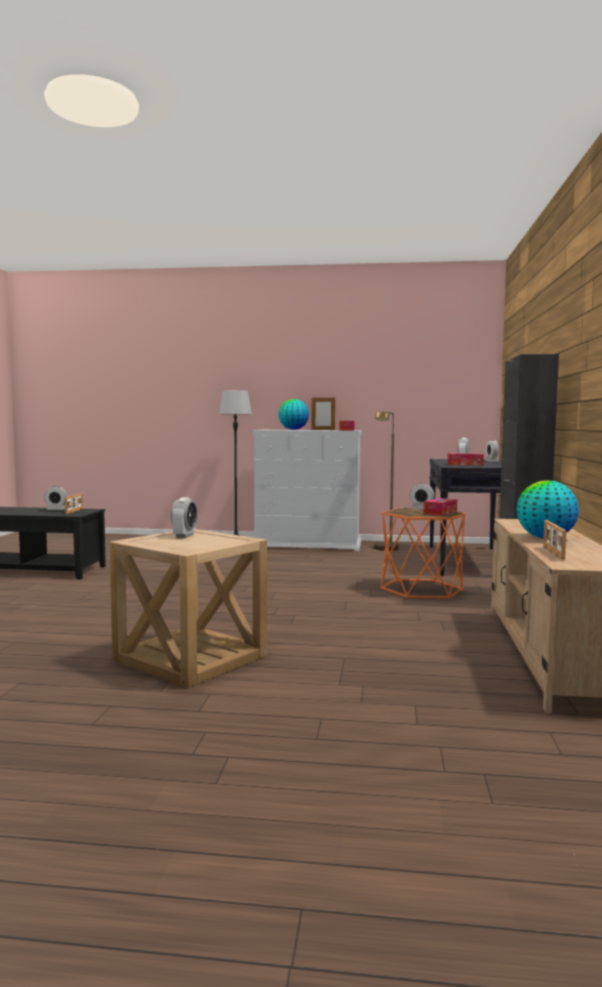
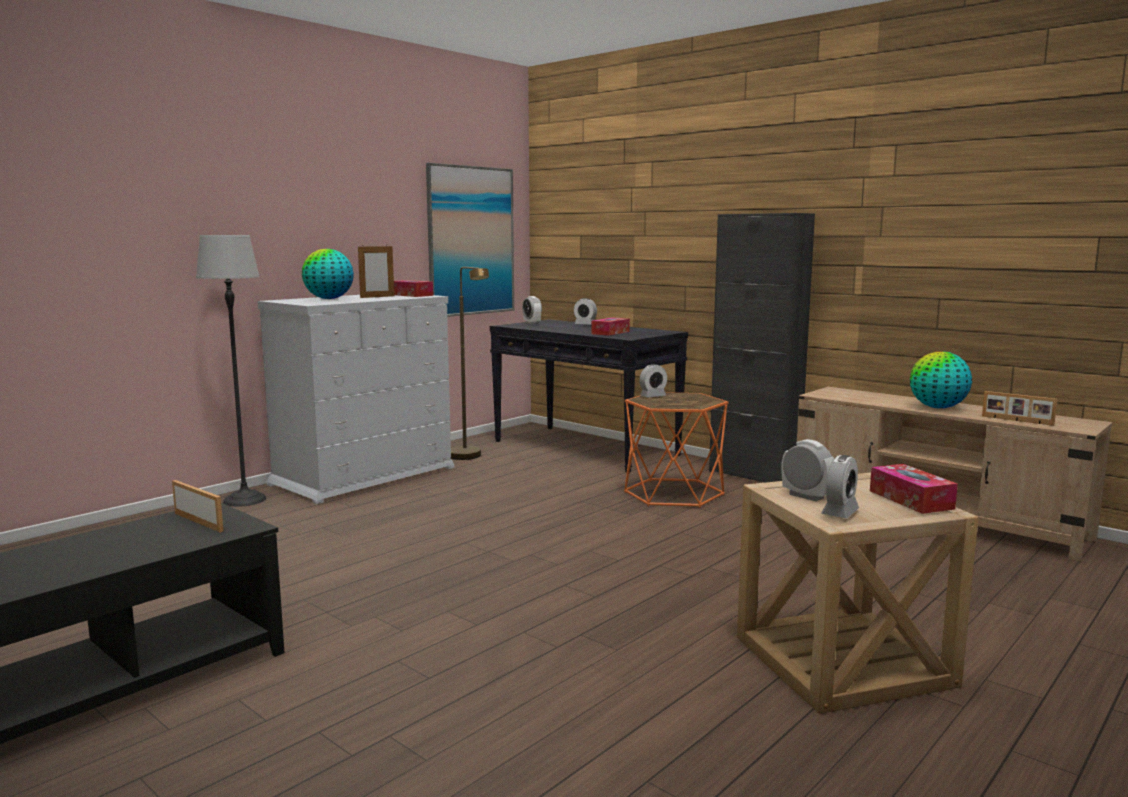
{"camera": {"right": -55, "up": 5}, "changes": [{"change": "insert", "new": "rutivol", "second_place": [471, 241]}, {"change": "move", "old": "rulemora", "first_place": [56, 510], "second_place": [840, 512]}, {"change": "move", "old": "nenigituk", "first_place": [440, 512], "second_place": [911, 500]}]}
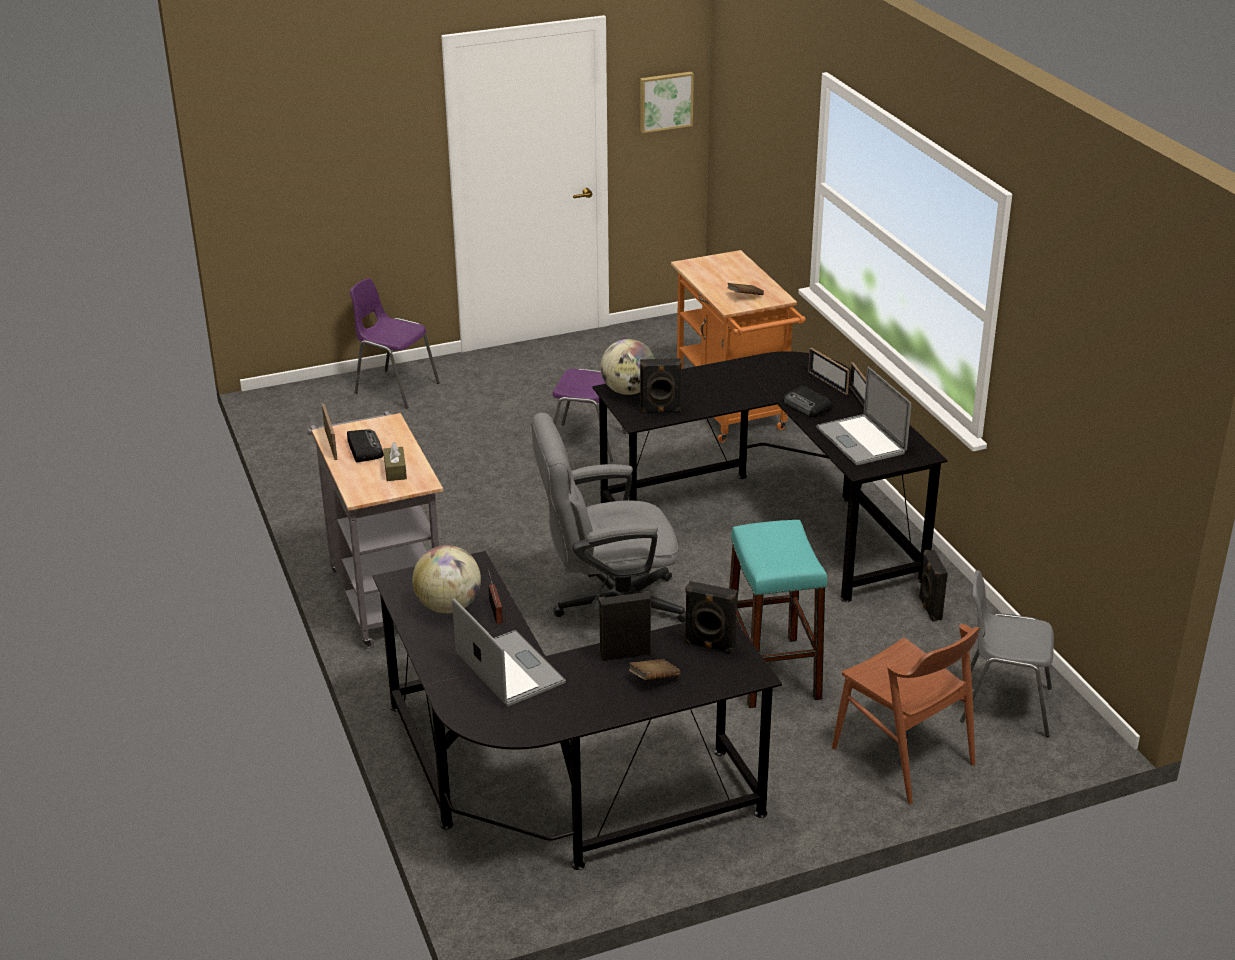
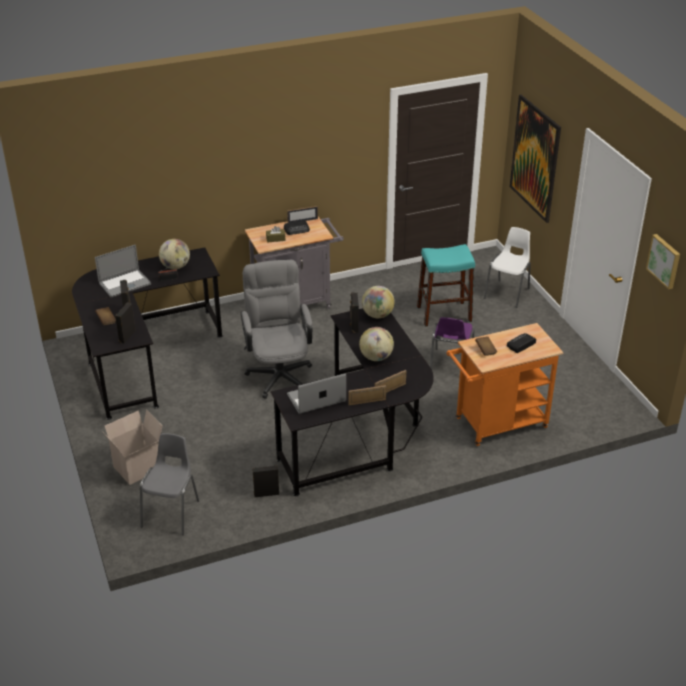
{"camera": {"right": 90, "up": 5}, "changes": [{"change": "replace", "old": "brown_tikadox", "new": "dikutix", "first_place": [903, 756], "second_place": [138, 469]}, {"change": "insert", "new": "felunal", "second_place": [376, 357]}, {"change": "move", "old": "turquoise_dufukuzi", "first_place": [772, 672], "second_place": [444, 314]}, {"change": "recolor", "old": "purple_tikadox", "new": "white_tikadox", "first_place": [395, 388], "second_place": [508, 293]}, {"change": "move", "old": "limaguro", "first_place": [807, 406], "second_place": [520, 345]}, {"change": "insert", "new": "rutivol", "second_place": [535, 158]}]}
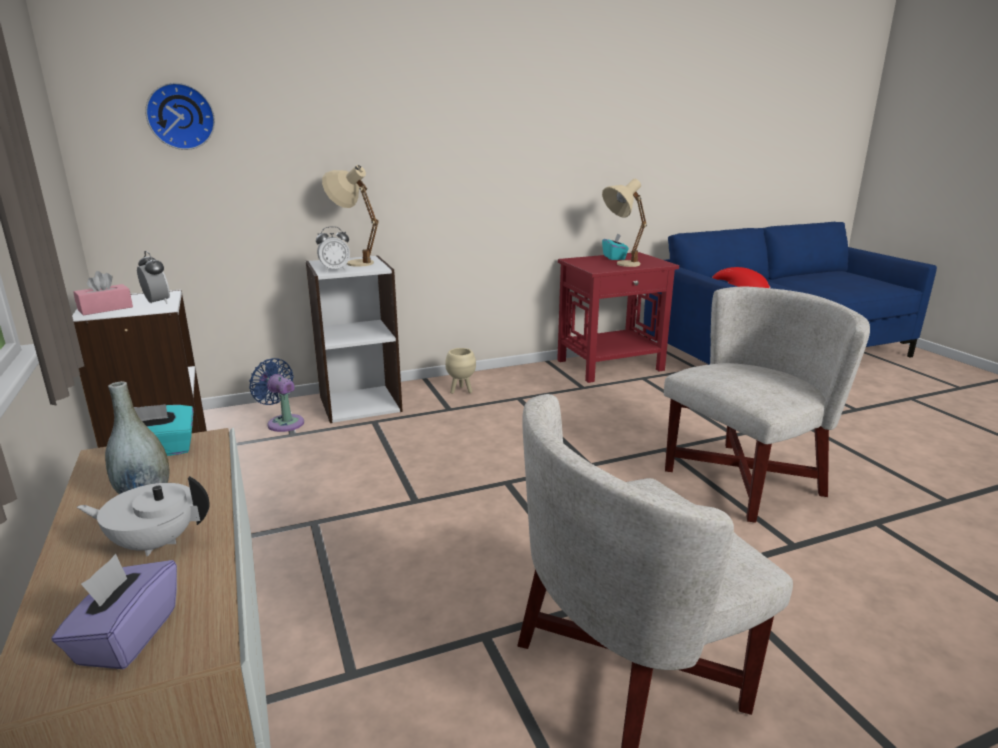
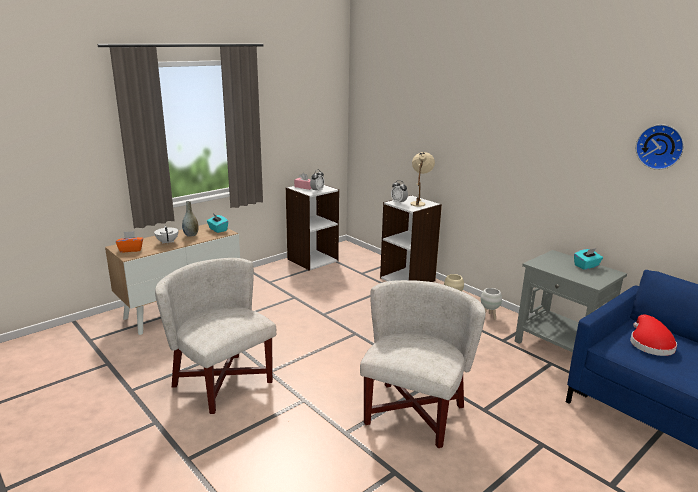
{"camera": {"right": 70, "up": 0}, "changes": [{"change": "recolor", "old": "purple_nenigituk", "new": "orange_nenigituk", "first_place": [126, 637], "second_place": [131, 250]}, {"change": "rotate", "old": "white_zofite", "first_place": [743, 481], "second_place": [413, 413], "degrees": -105}, {"change": "insert", "new": "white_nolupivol", "second_place": [489, 316]}, {"change": "recolor", "old": "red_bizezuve", "new": "grey_bizezuve", "first_place": [610, 365], "second_place": [559, 347]}, {"change": "move", "old": "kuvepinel", "first_place": [181, 116], "second_place": [660, 146]}, {"change": "delete", "old": "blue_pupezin", "first_place": [283, 422]}, {"change": "delete", "old": "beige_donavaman", "first_place": [620, 265]}]}
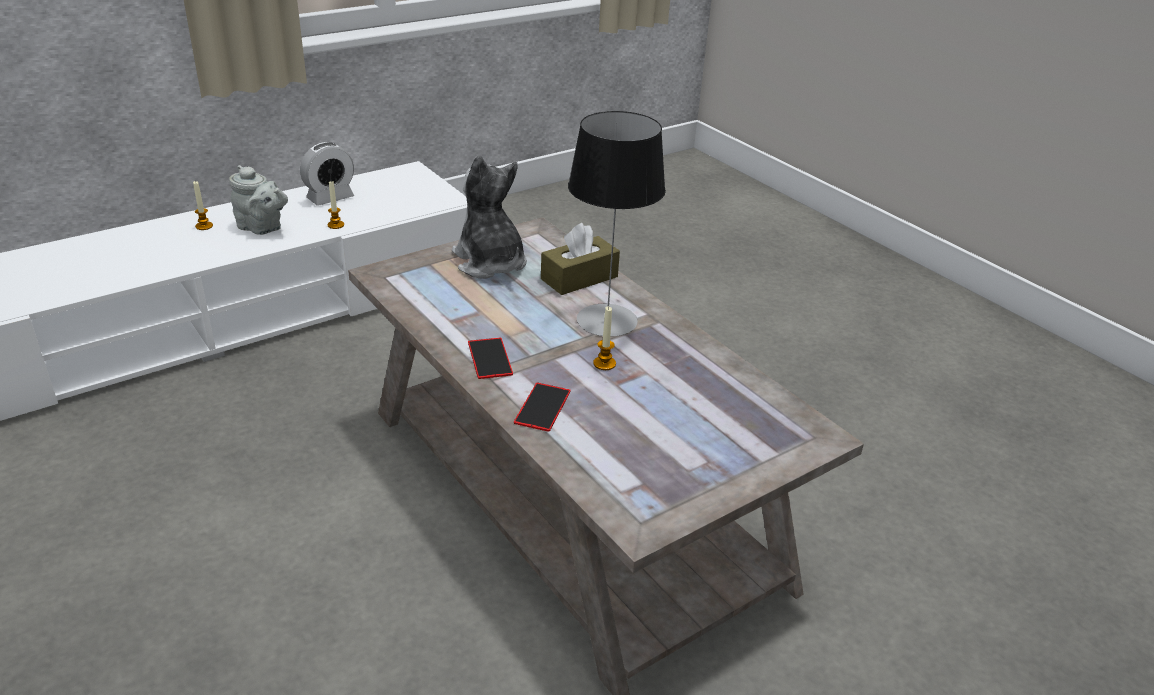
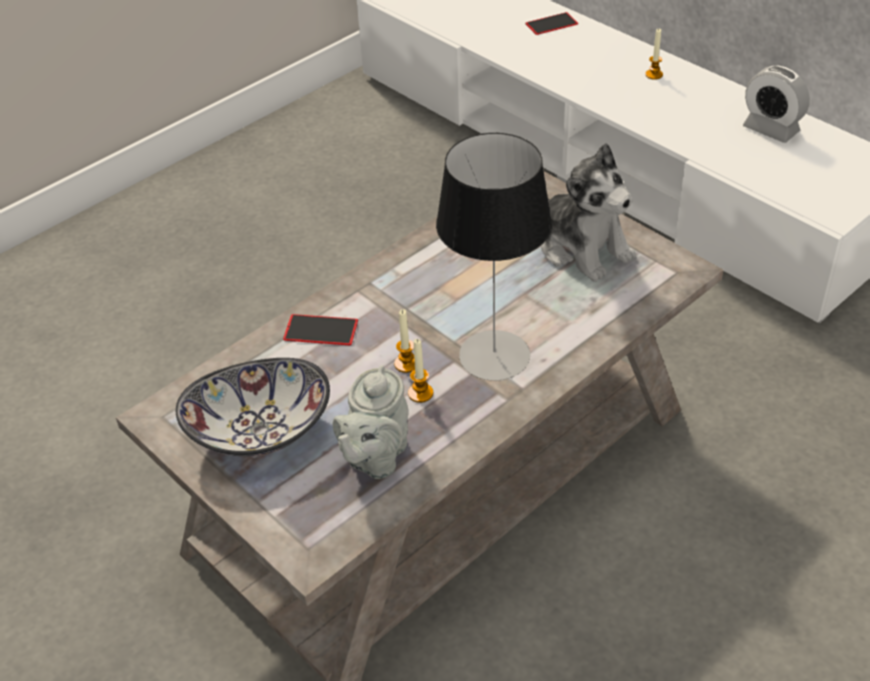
{"camera": {"right": 85, "up": 10}, "changes": [{"change": "insert", "new": "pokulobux", "second_place": [259, 430]}, {"change": "move", "old": "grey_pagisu", "first_place": [262, 228], "second_place": [375, 457]}, {"change": "move", "old": "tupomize", "first_place": [336, 225], "second_place": [420, 393]}, {"change": "move", "old": "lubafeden", "first_place": [490, 358], "second_place": [551, 24]}, {"change": "rotate", "old": "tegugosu", "first_place": [490, 263], "second_place": [583, 248], "degrees": 90}, {"change": "delete", "old": "brown_nenigituk", "first_place": [579, 278]}]}
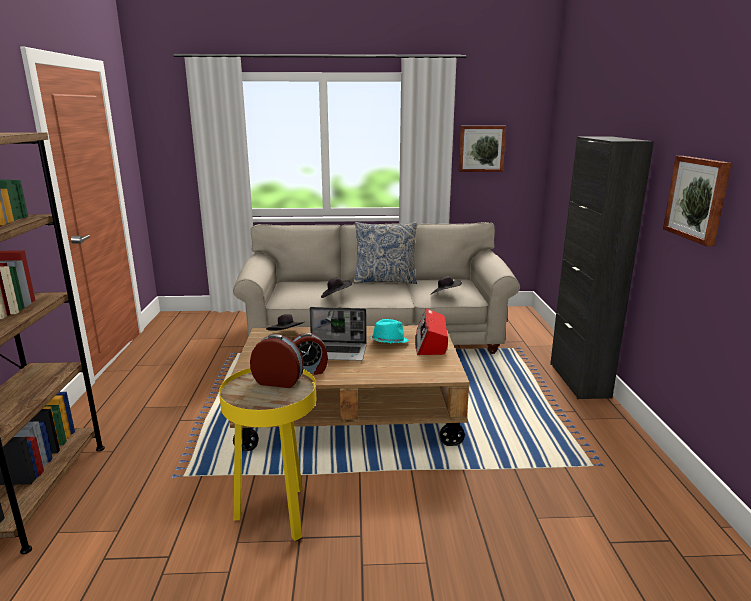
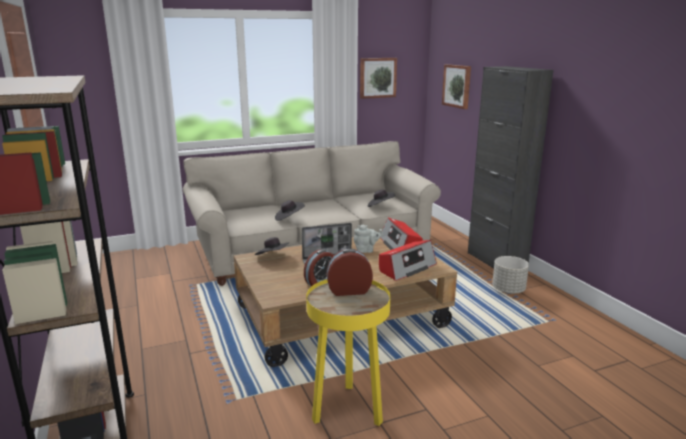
{"camera": {"right": -20, "up": 0}, "changes": [{"change": "replace", "old": "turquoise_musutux", "new": "grey_pagisu", "first_place": [388, 342], "second_place": [366, 250]}, {"change": "insert", "new": "limaguro", "second_place": [406, 268]}, {"change": "move", "old": "rutivol", "first_place": [698, 199], "second_place": [457, 86]}, {"change": "insert", "new": "grey_nolupivol", "second_place": [508, 290]}, {"change": "delete", "old": "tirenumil", "first_place": [385, 280]}]}
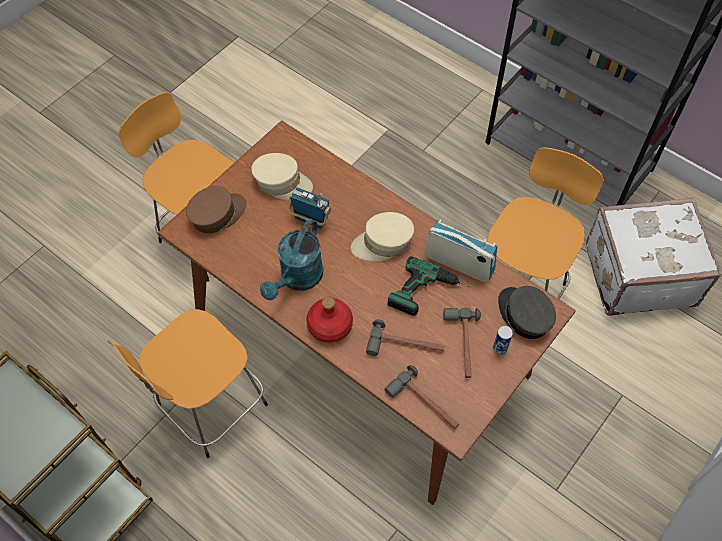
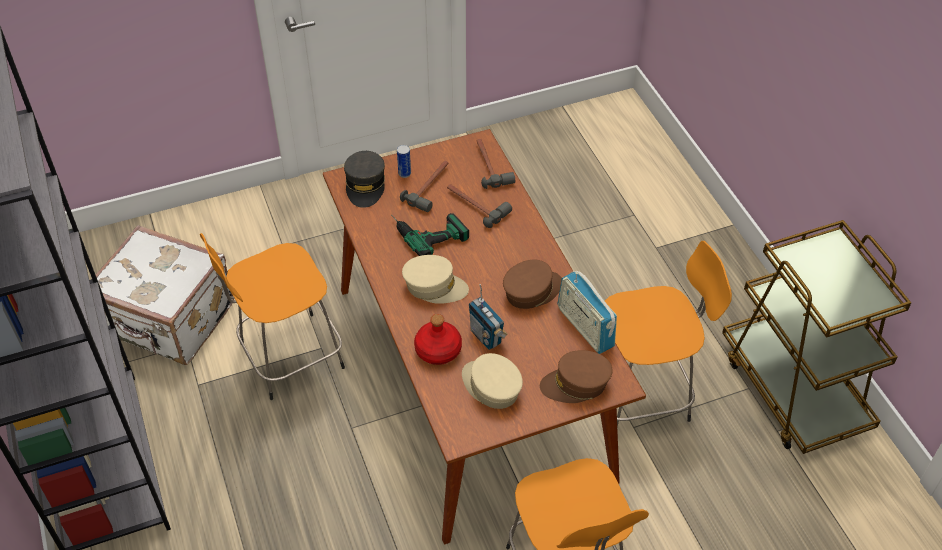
{"camera": {"right": -150, "up": -10}, "changes": [{"change": "move", "old": "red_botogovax", "first_place": [330, 326], "second_place": [438, 349]}, {"change": "replace", "old": "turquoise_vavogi", "new": "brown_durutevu", "first_place": [298, 279], "second_place": [532, 291]}, {"change": "move", "old": "limaguro", "first_place": [458, 263], "second_place": [585, 327]}]}
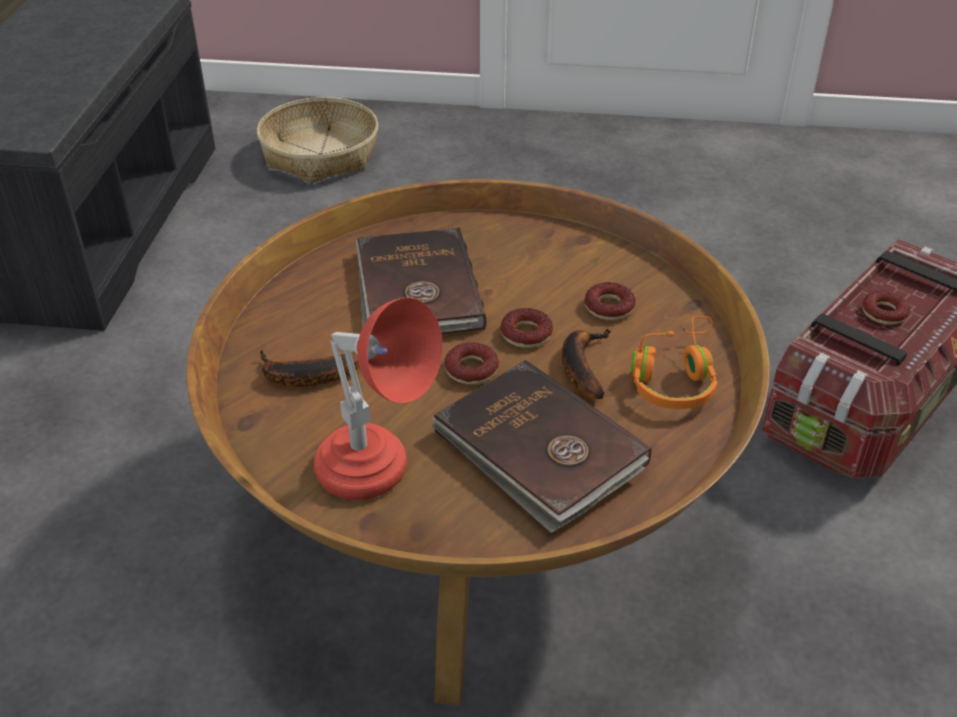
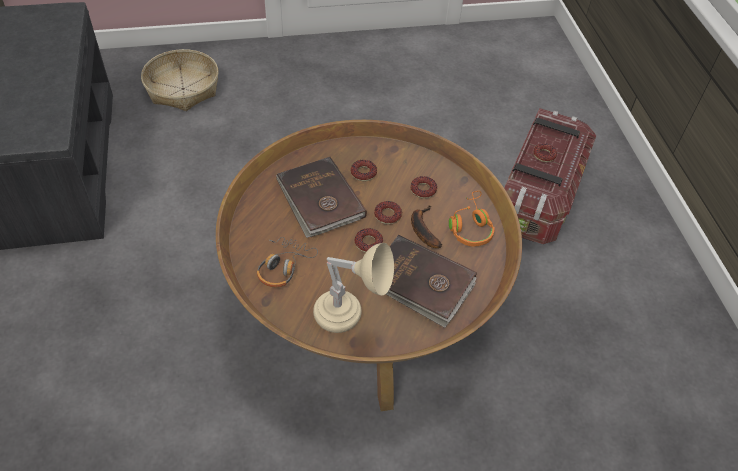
{"camera": {"right": -20, "up": 10}, "changes": [{"change": "replace", "old": "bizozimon", "new": "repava", "first_place": [304, 377], "second_place": [283, 267]}, {"change": "recolor", "old": "red_donavaman", "new": "beige_donavaman", "first_place": [377, 484], "second_place": [349, 320]}, {"change": "insert", "new": "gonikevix", "second_place": [363, 173]}]}
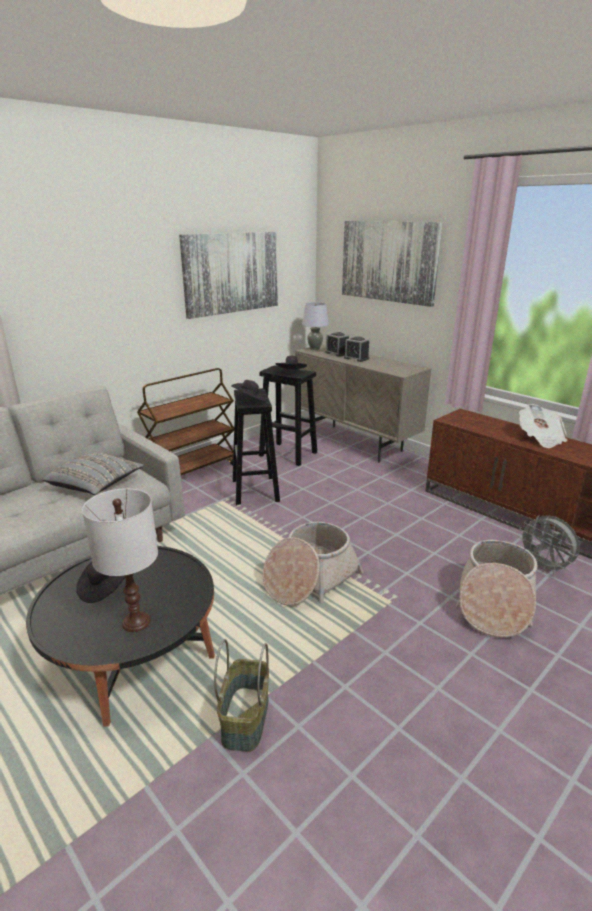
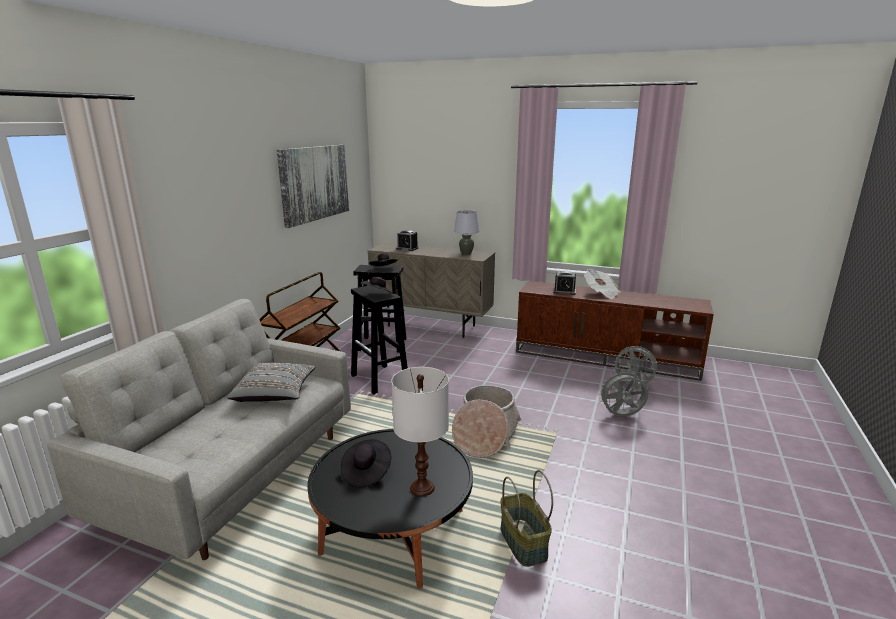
{"camera": {"right": -25, "up": -5}, "changes": [{"change": "move", "old": "grey_donavaman", "first_place": [314, 348], "second_place": [466, 253]}, {"change": "move", "old": "rulemora", "first_place": [356, 358], "second_place": [564, 292]}, {"change": "replace", "old": "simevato", "new": "grey_pupezin", "first_place": [494, 603], "second_place": [621, 416]}, {"change": "delete", "old": "rutivol", "first_place": [388, 261]}]}
